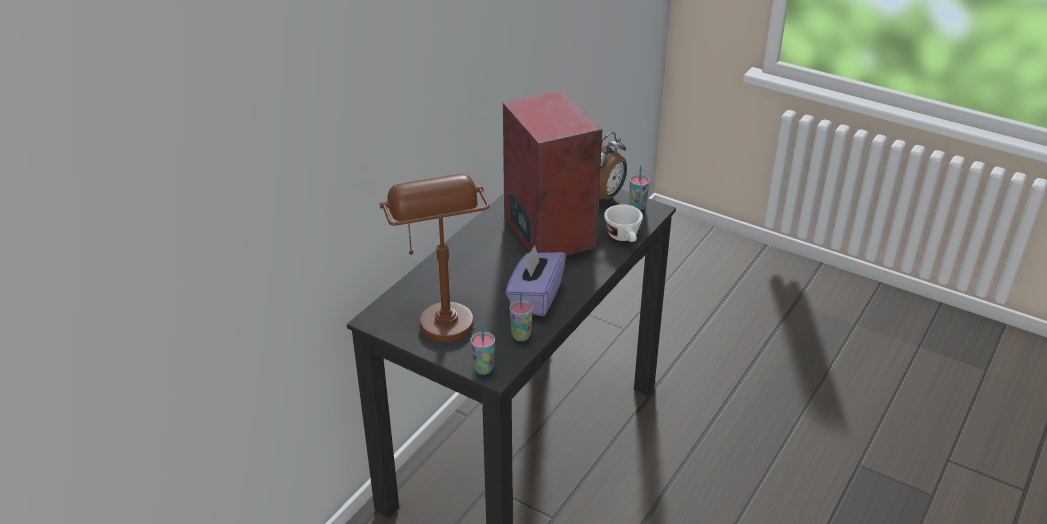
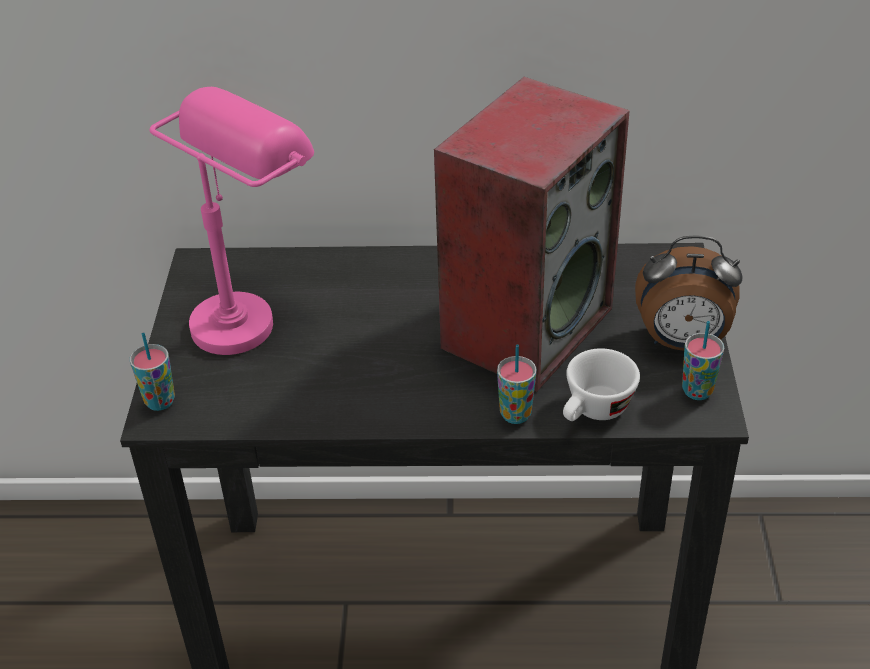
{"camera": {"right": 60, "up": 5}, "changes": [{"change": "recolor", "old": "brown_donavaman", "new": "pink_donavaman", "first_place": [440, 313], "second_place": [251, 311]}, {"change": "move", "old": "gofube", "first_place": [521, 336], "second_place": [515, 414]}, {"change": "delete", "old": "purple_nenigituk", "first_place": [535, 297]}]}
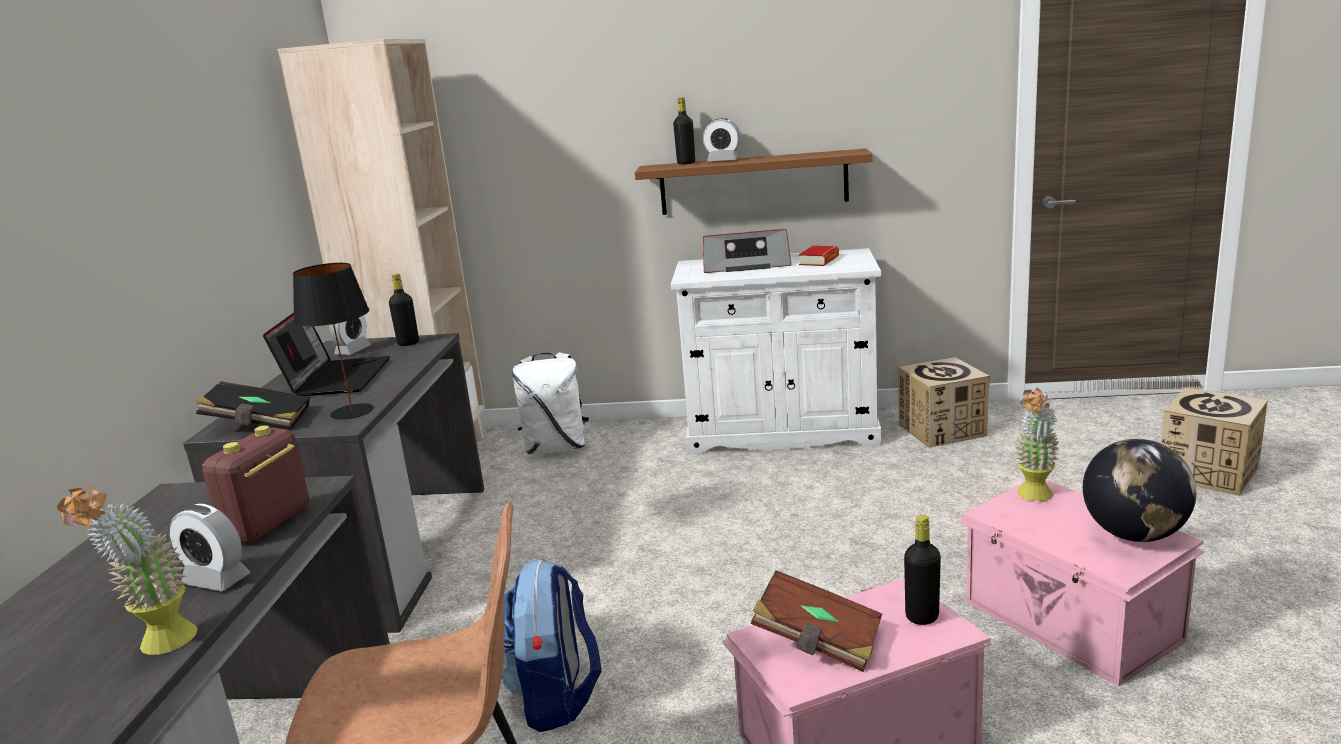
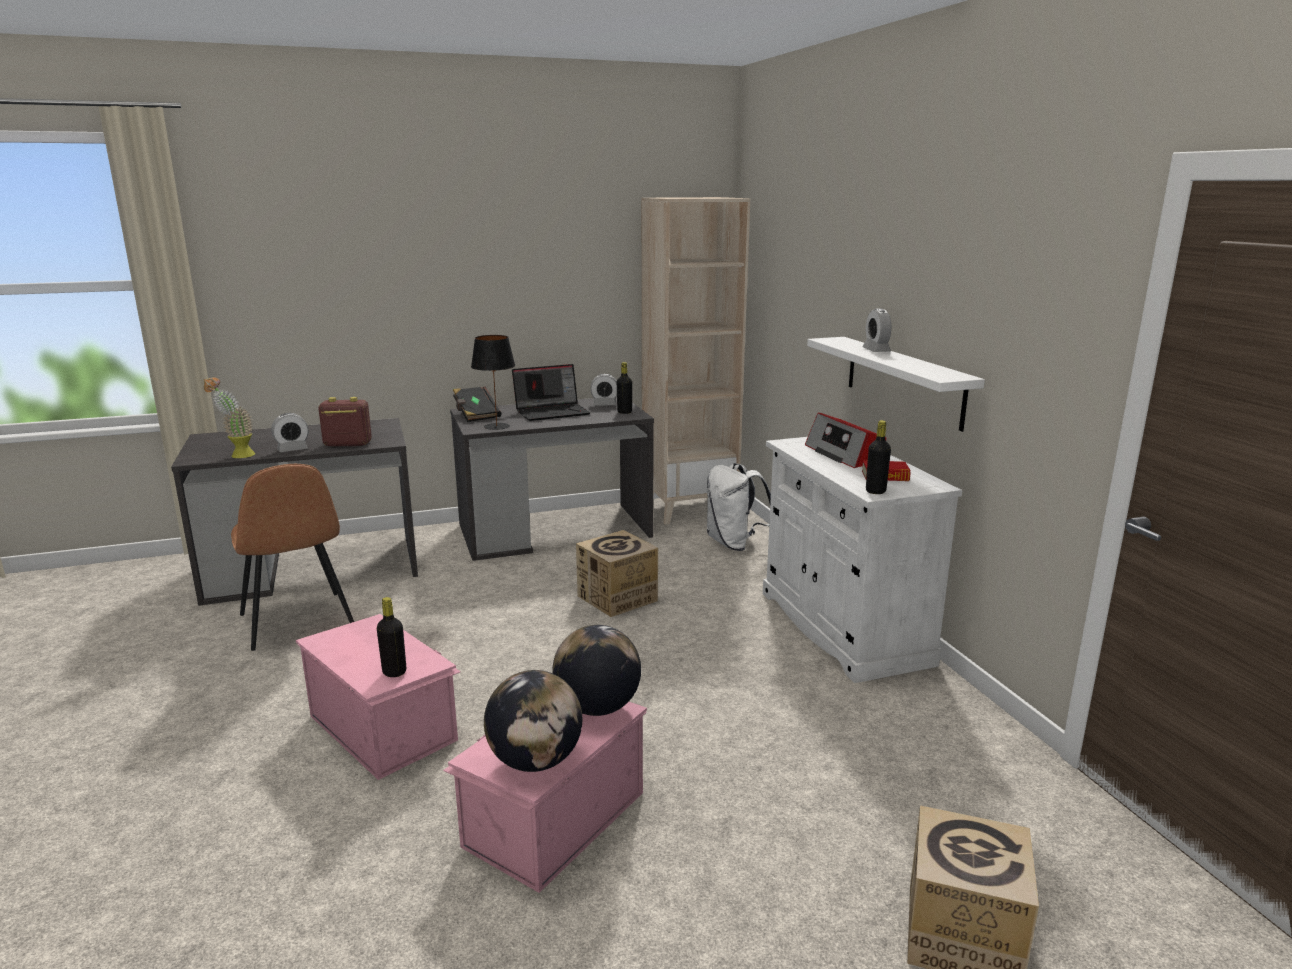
{"camera": {"right": 65, "up": 0}, "changes": [{"change": "rotate", "old": "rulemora", "first_place": [216, 580], "second_place": [292, 449], "degrees": -120}, {"change": "replace", "old": "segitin", "new": "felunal", "first_place": [1034, 497], "second_place": [597, 708]}, {"change": "move", "old": "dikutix", "first_place": [942, 430], "second_place": [617, 598]}, {"change": "recolor", "old": "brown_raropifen", "new": "white_raropifen", "first_place": [753, 182], "second_place": [903, 381]}, {"change": "move", "old": "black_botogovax", "first_place": [686, 163], "second_place": [875, 491]}, {"change": "delete", "old": "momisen", "first_place": [556, 698]}, {"change": "delete", "old": "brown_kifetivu", "first_place": [818, 642]}]}
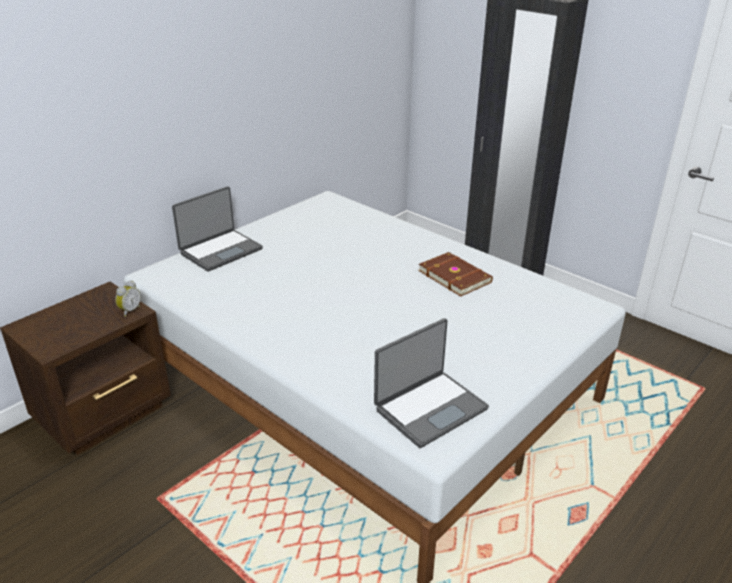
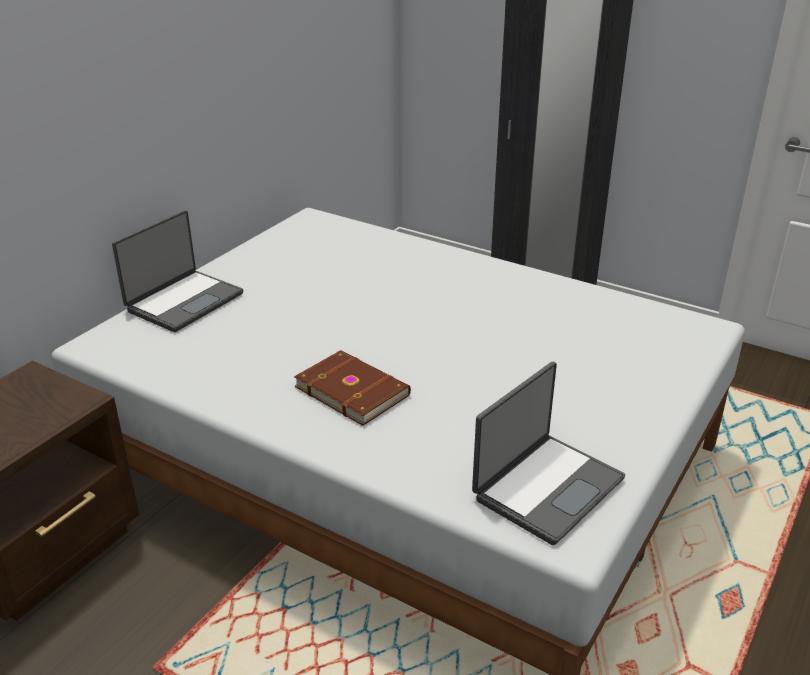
{"camera": {"right": -10, "up": 0}, "changes": [{"change": "move", "old": "brown_kifetivu", "first_place": [455, 276], "second_place": [353, 390]}, {"change": "delete", "old": "rulemora", "first_place": [129, 310]}]}
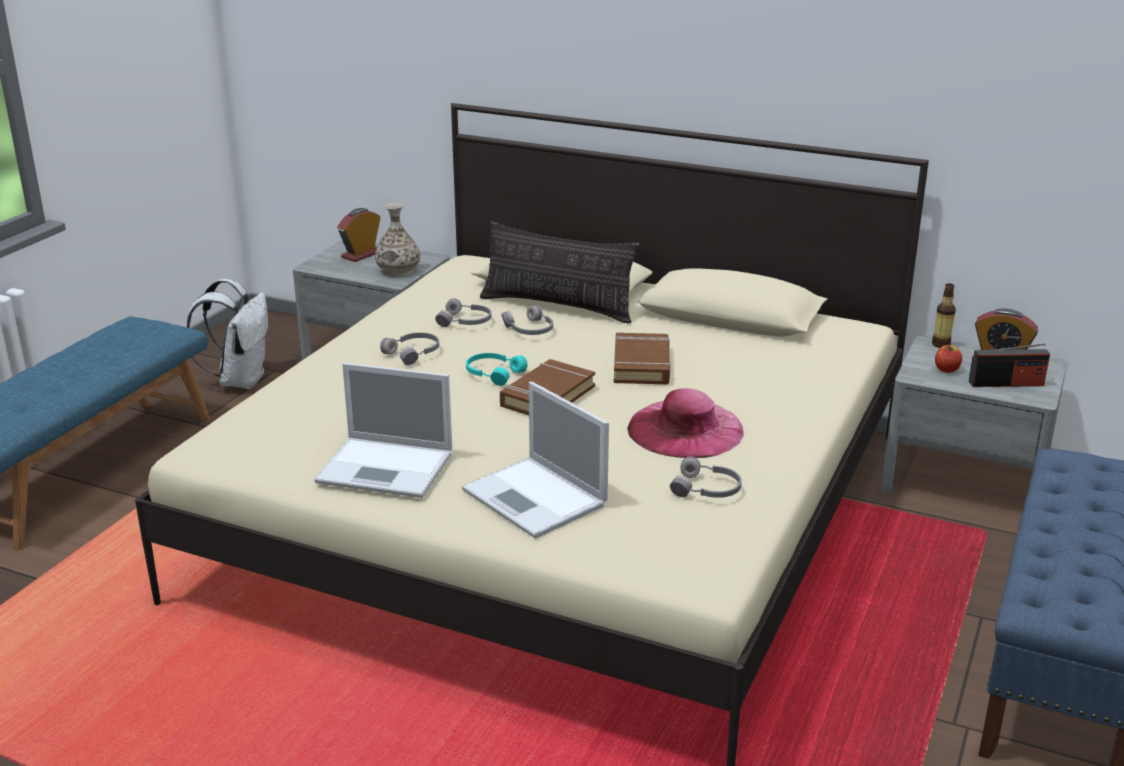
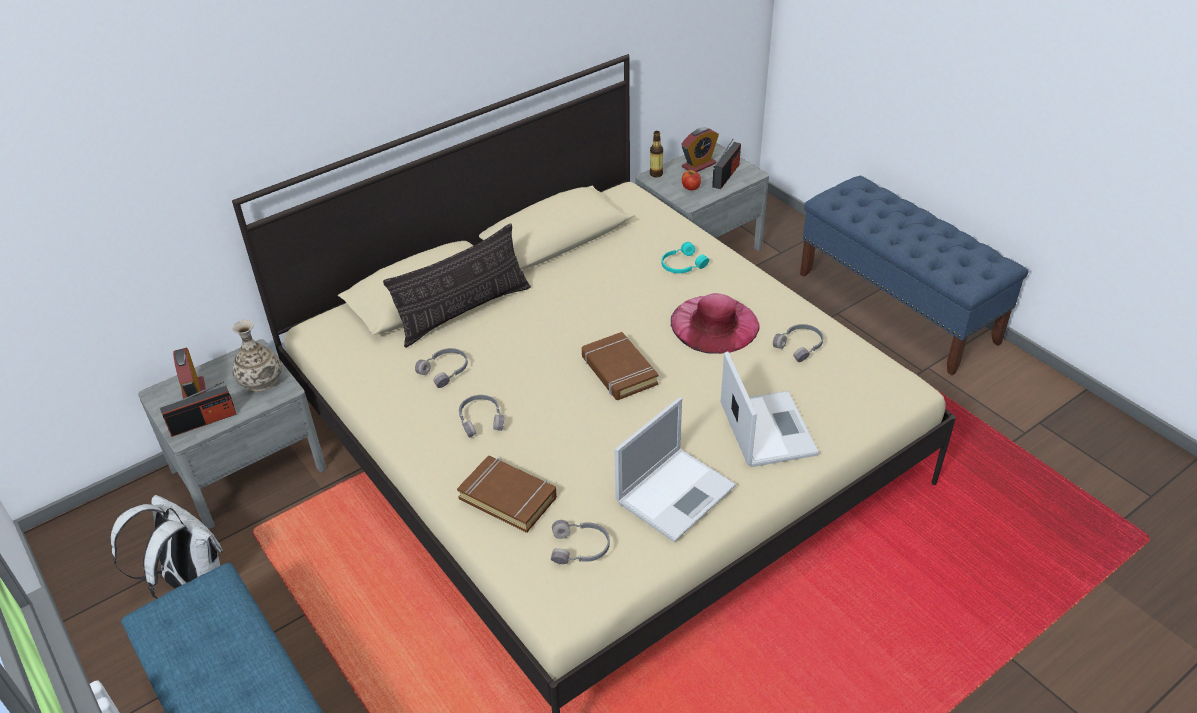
{"camera": {"right": -60, "up": 15}, "changes": [{"change": "insert", "new": "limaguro", "second_place": [203, 421]}, {"change": "move", "old": "brown_kifetivu", "first_place": [641, 365], "second_place": [508, 497]}, {"change": "move", "old": "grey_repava", "first_place": [529, 330], "second_place": [580, 548]}, {"change": "move", "old": "turquoise_repava", "first_place": [493, 374], "second_place": [682, 265]}, {"change": "rotate", "old": "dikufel", "first_place": [536, 498], "second_place": [766, 428], "degrees": -90}]}
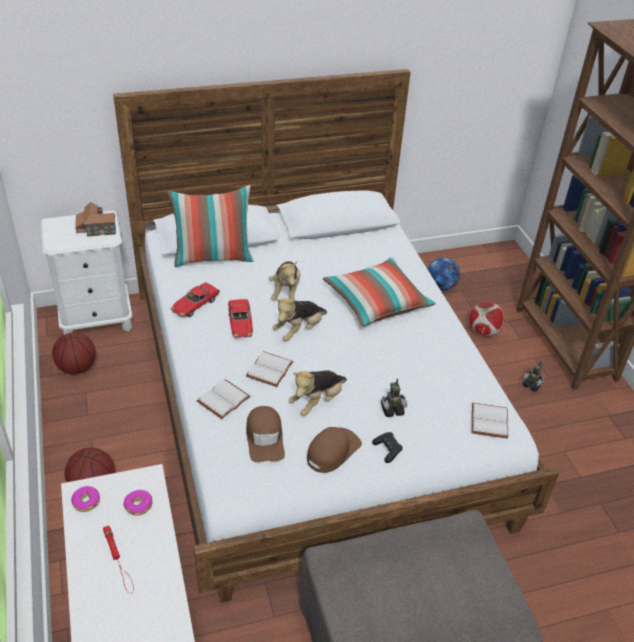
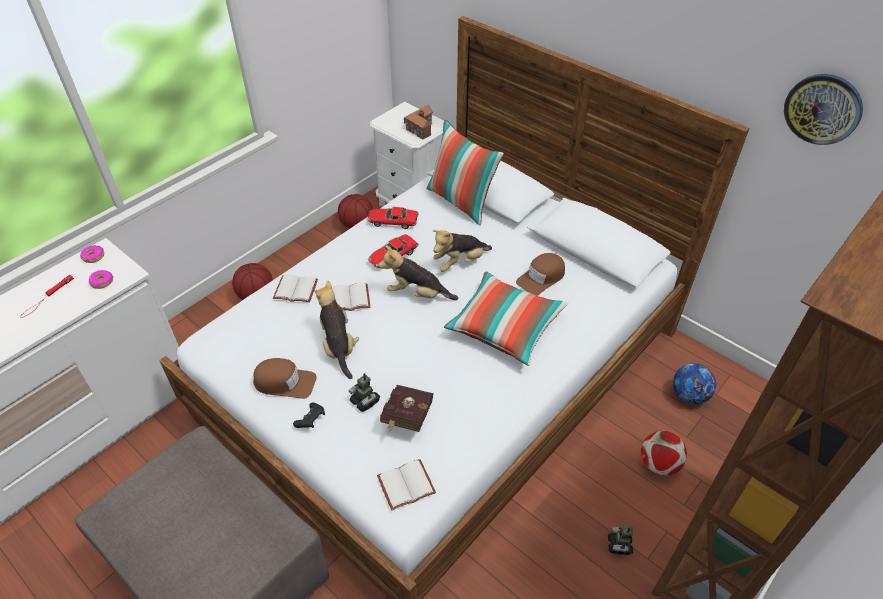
{"camera": {"right": 60, "up": 5}, "changes": [{"change": "rotate", "old": "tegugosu", "first_place": [317, 401], "second_place": [338, 346], "degrees": 60}, {"change": "insert", "new": "red_kifetivu", "second_place": [406, 419]}, {"change": "move", "old": "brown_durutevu", "first_place": [265, 438], "second_place": [541, 278]}, {"change": "insert", "new": "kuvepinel", "second_place": [823, 109]}]}
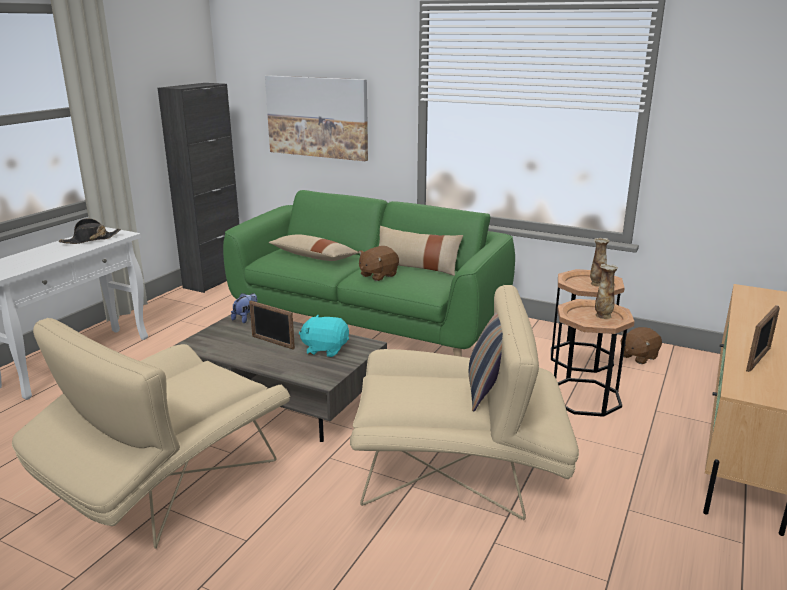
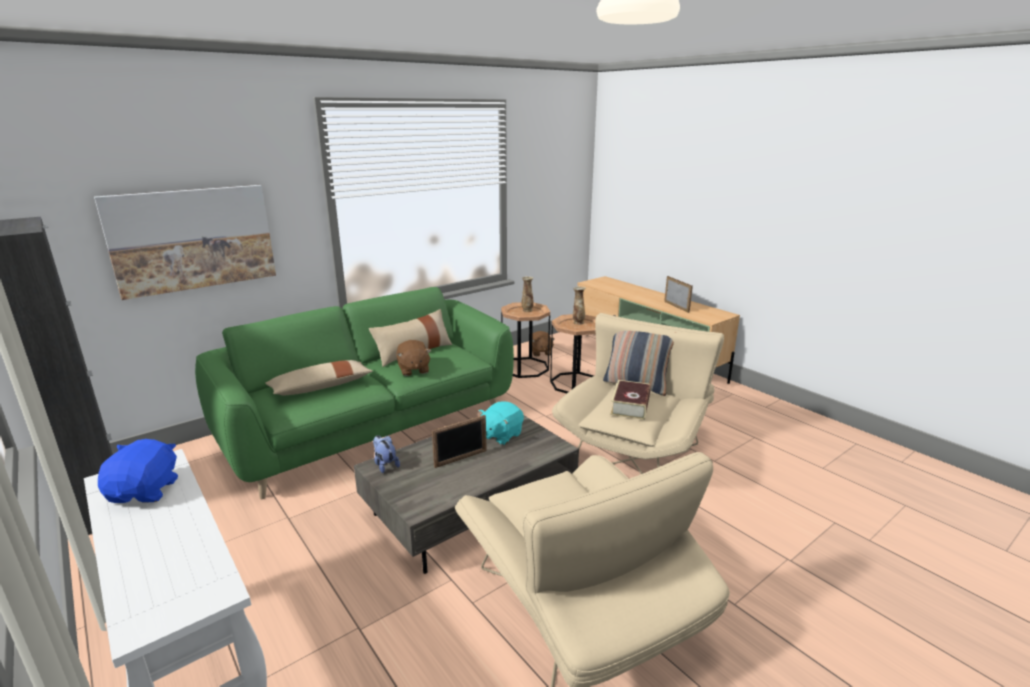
{"camera": {"right": -65, "up": 0}, "changes": [{"change": "replace", "old": "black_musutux", "new": "blue_tegugosu", "first_place": [91, 239], "second_place": [146, 491]}, {"change": "insert", "new": "kifetivu", "second_place": [630, 405]}]}
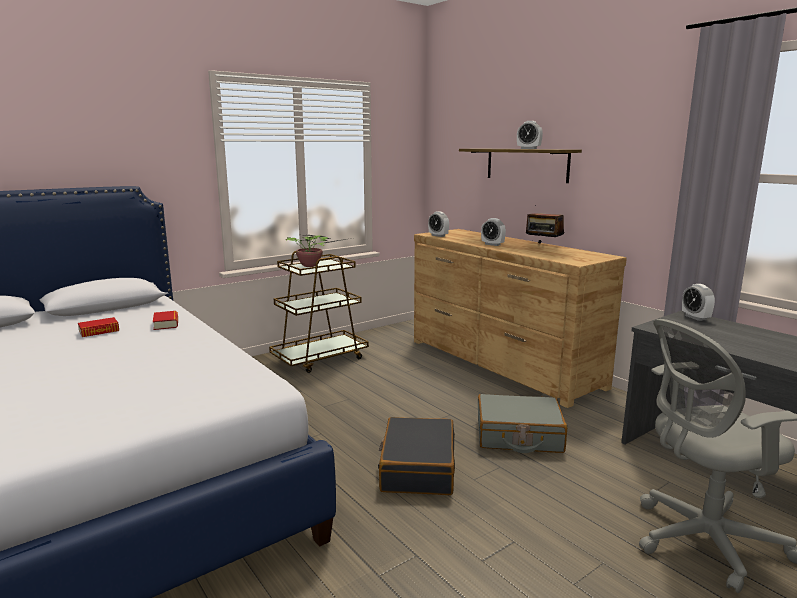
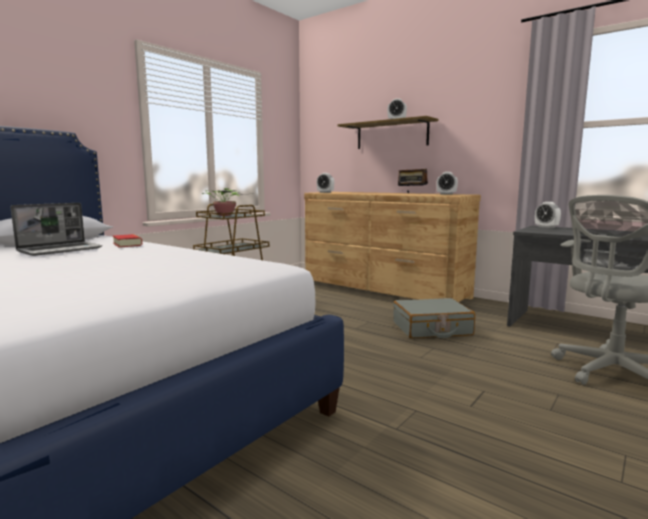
{"camera": {"right": -15, "up": -5}, "changes": [{"change": "replace", "old": "kifetivu", "new": "dikufel", "first_place": [99, 331], "second_place": [61, 250]}, {"change": "move", "old": "rulemora", "first_place": [492, 244], "second_place": [446, 194]}, {"change": "delete", "old": "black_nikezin", "first_place": [417, 468]}]}
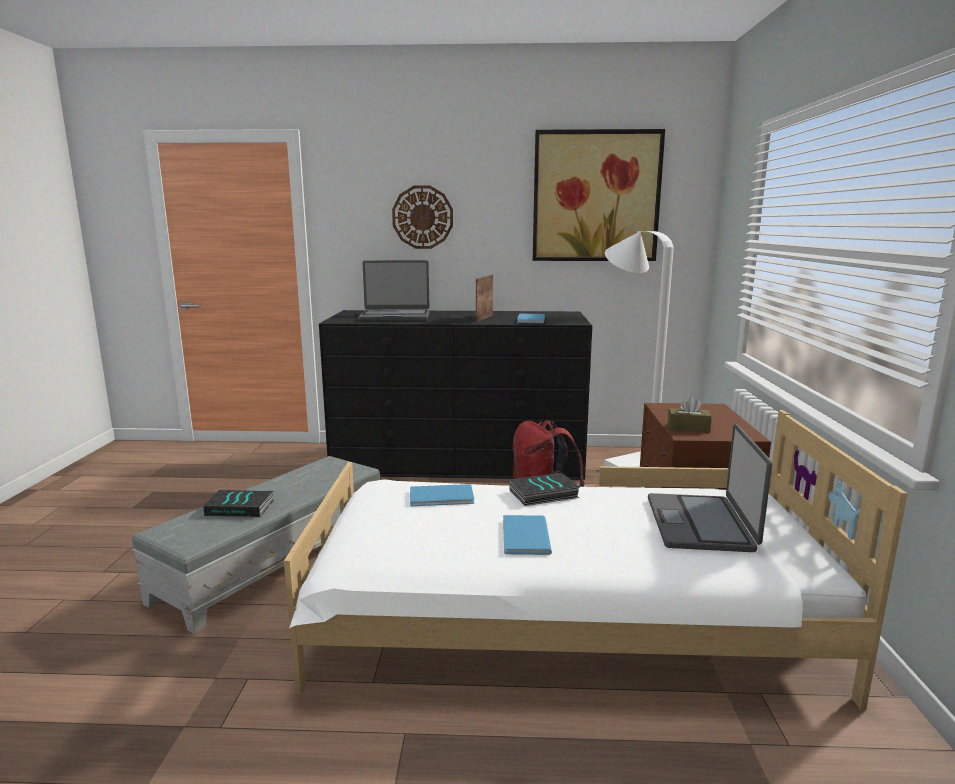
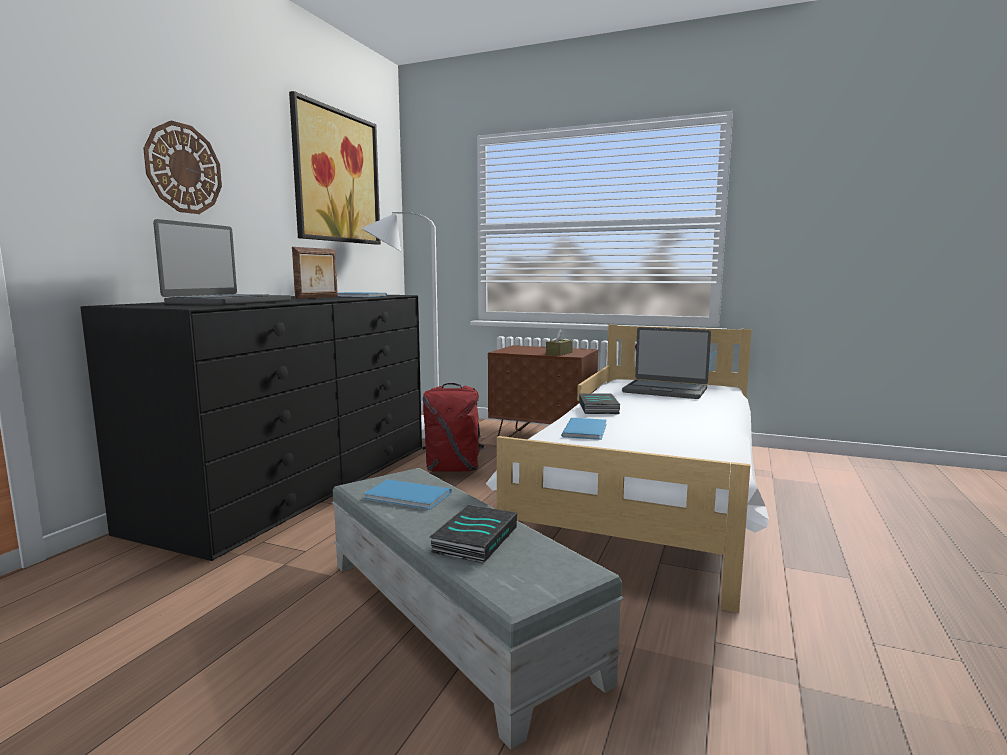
{"camera": {"right": -70, "up": -5}, "changes": [{"change": "rotate", "old": "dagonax", "first_place": [483, 318], "second_place": [318, 298], "degrees": -105}, {"change": "move", "old": "blue_kifetivu", "first_place": [523, 537], "second_place": [408, 497]}]}
